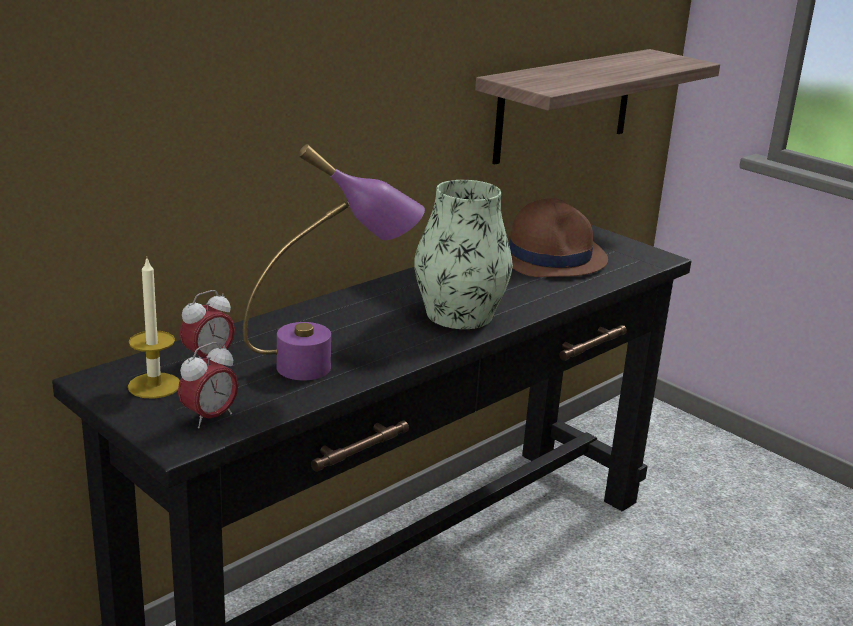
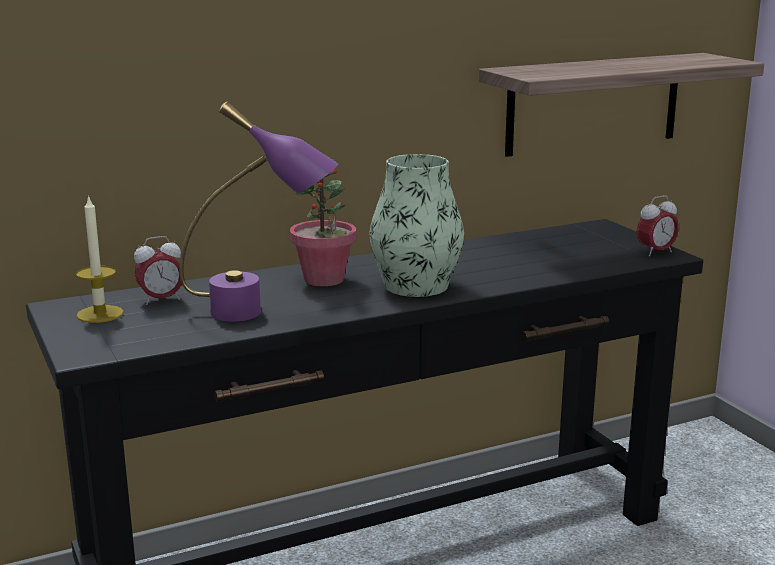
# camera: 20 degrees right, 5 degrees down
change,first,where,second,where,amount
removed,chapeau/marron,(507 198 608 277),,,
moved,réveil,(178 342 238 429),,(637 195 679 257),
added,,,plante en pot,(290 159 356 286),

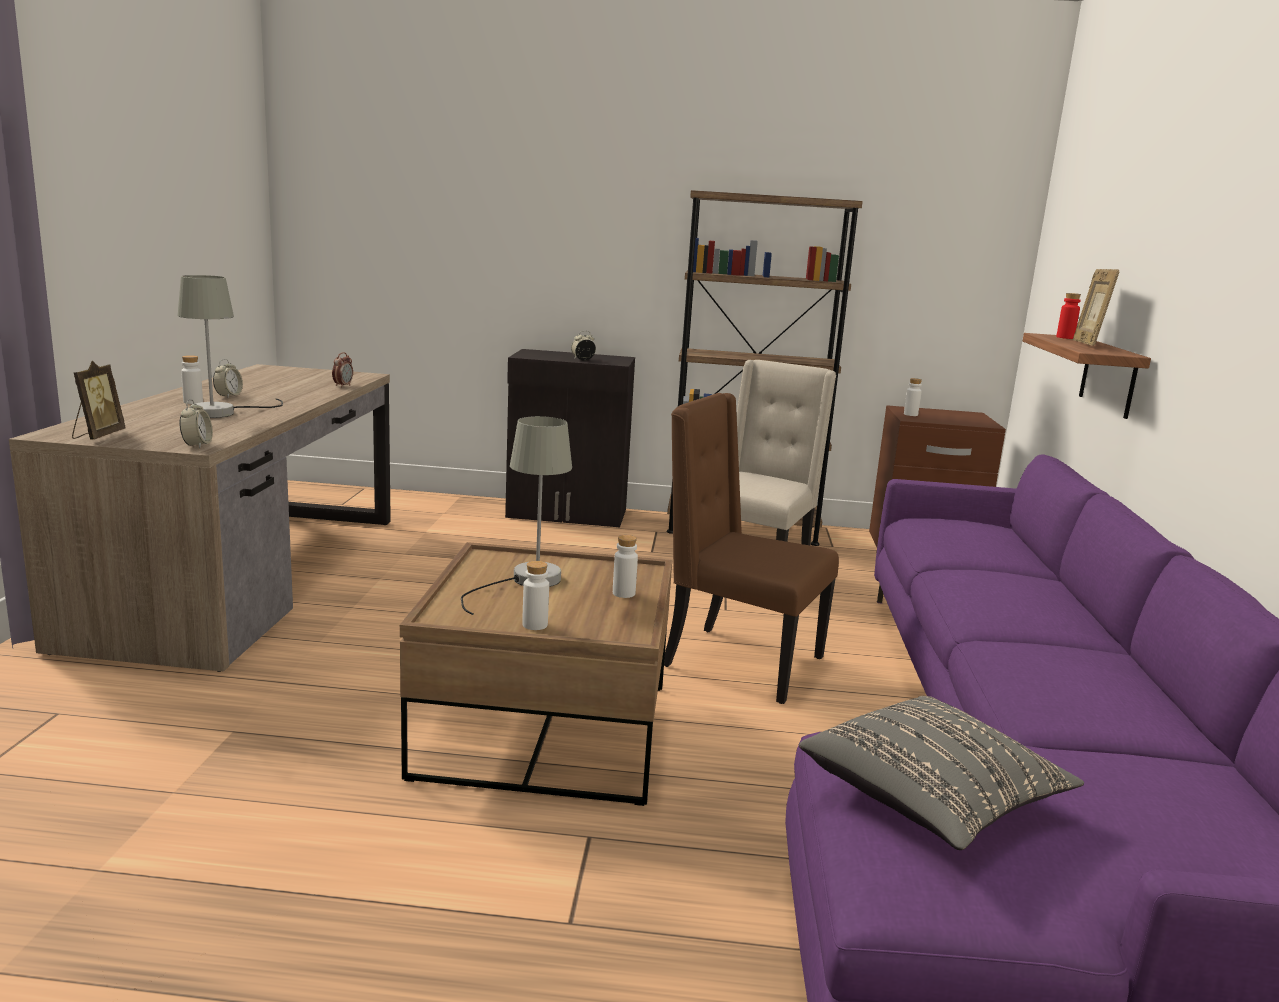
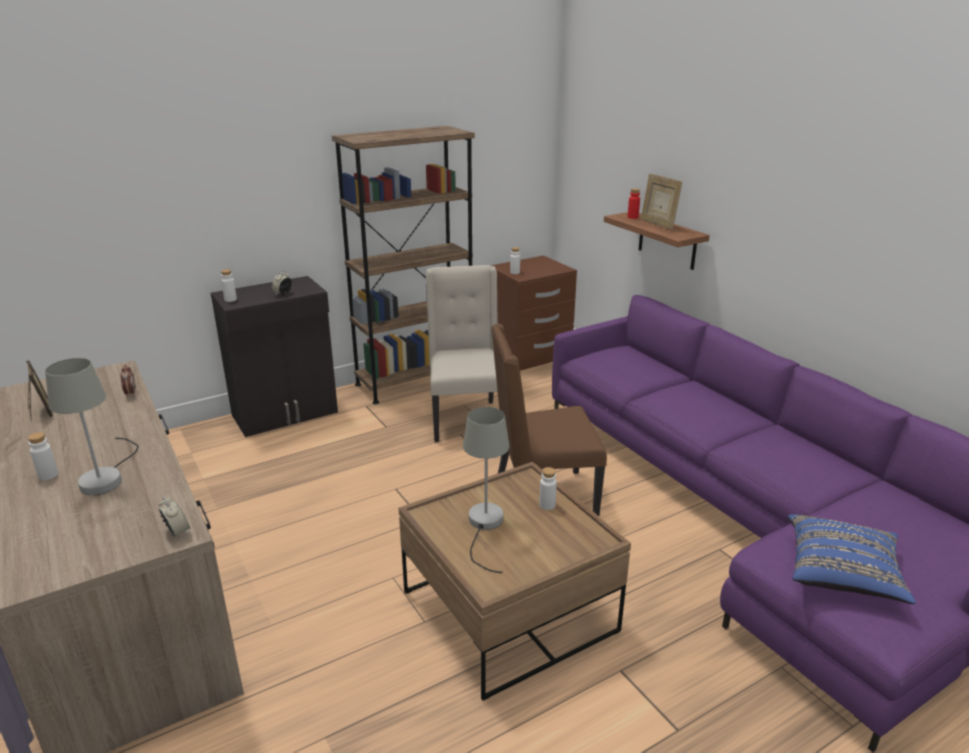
# camera: 35 degrees left, 10 degrees up
change,first,where,second,where,amount
removed,réveil,(213 359 243 398),,,
moved,cadre photo,(72 361 126 440),,(26 360 53 421),
moved,bouteille/blanc,(522 561 549 630),,(221 269 237 302),
recoloured,coussin/gris,(799 696 1084 850),coussin/bleu,(788 514 916 604),

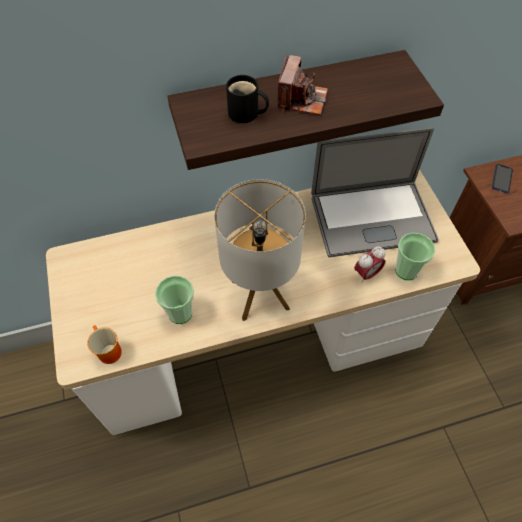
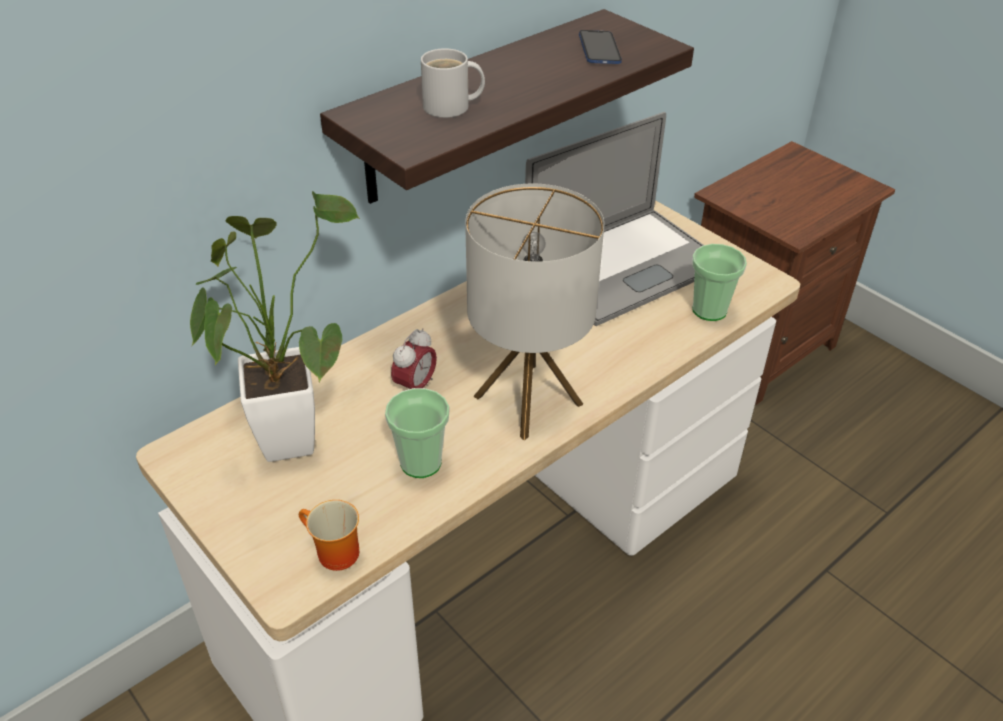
# camera: 25 degrees left, 15 degrees down
change,first,where,second,where,amount
removed,appareil photo,(277 55 328 115),,,
recoloured,mug/noir,(226 75 269 123),mug/blanc,(421 48 485 118),
moved,téléphone,(492 164 513 193),,(579 30 622 64),
moved,réveil,(355 246 386 283),,(391 328 437 389),
added,,,plante en pot,(190 191 360 462),

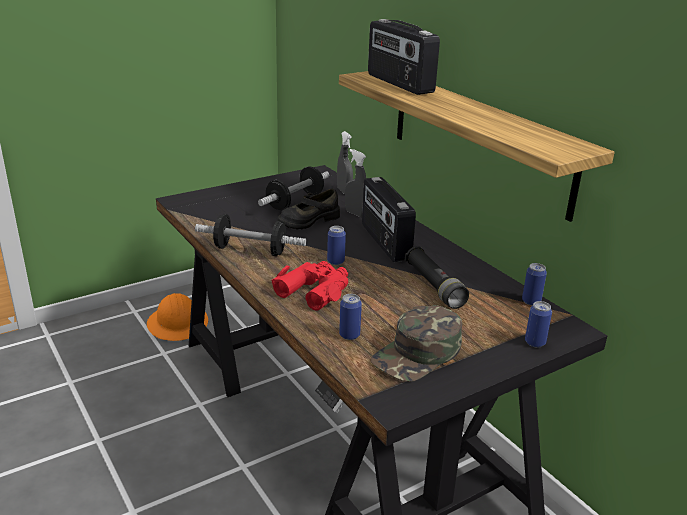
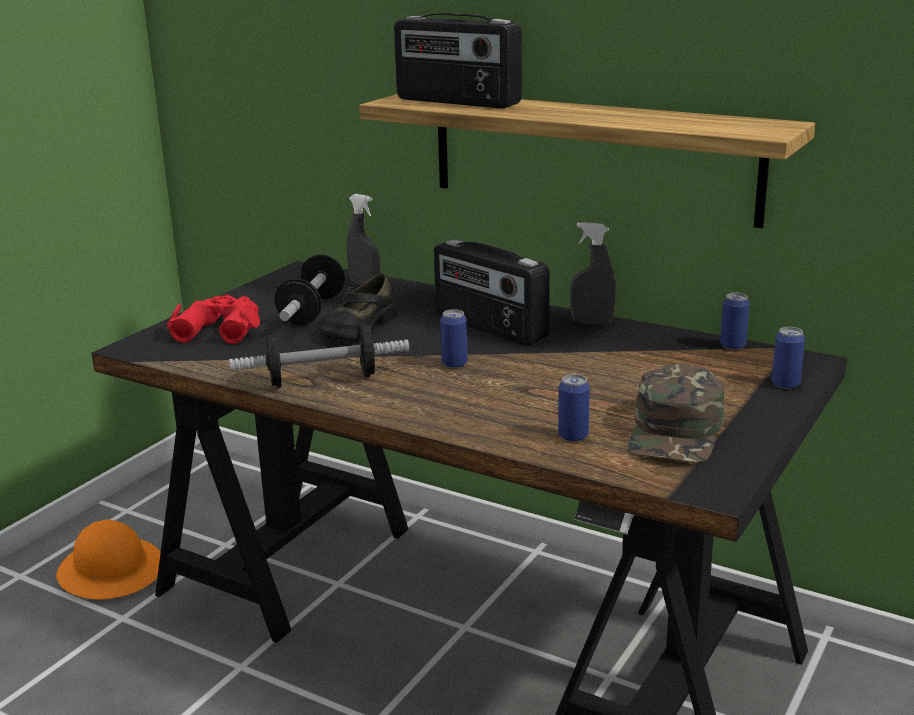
# camera: 25 degrees left, 5 degrees down
change,first,where,second,where,amount
moved,vaporisateur/gris,(345 149 366 217),,(570 222 616 325),
removed,lampe de poche/noir,(405 246 469 309),,,
moved,jumelles/rouge,(271 261 348 311),,(166 295 260 344),

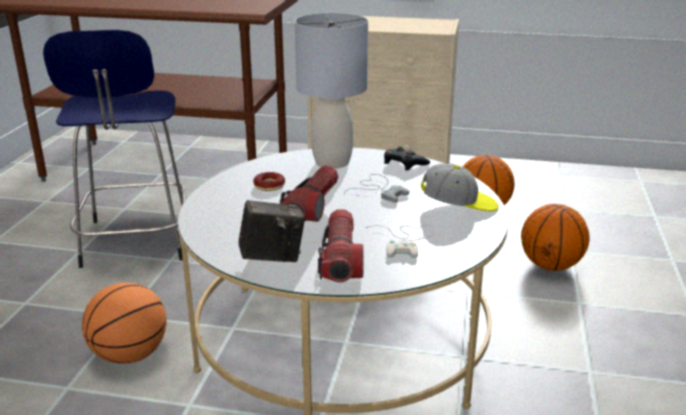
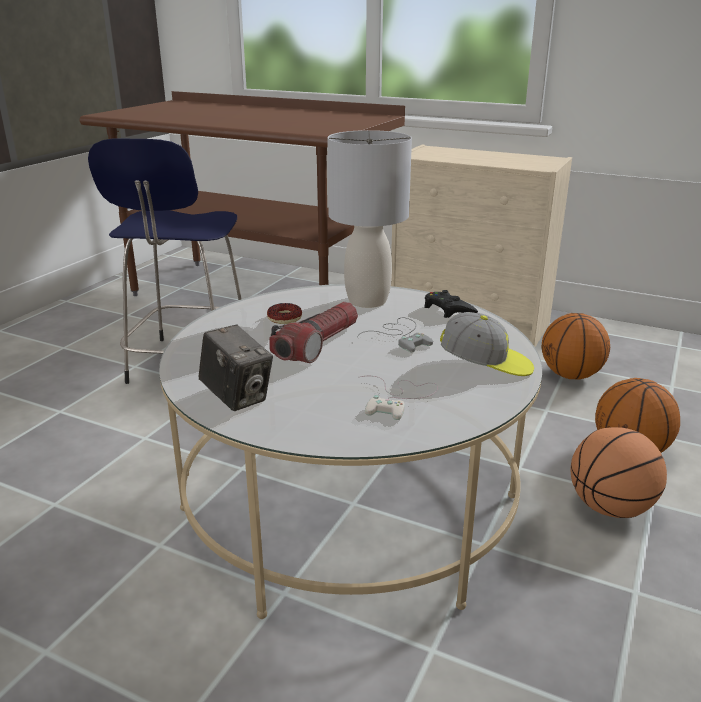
# camera: 15 degrees right, 0 degrees up
change,first,where,second,where,amount
turned,appareil photo,(239 200 305 262),,(199 324 273 411),45 degrees clockwise
removed,lampe de poche,(318 209 364 282),,,
moved,ballon de basket,(82 283 167 364),,(571 427 667 518),

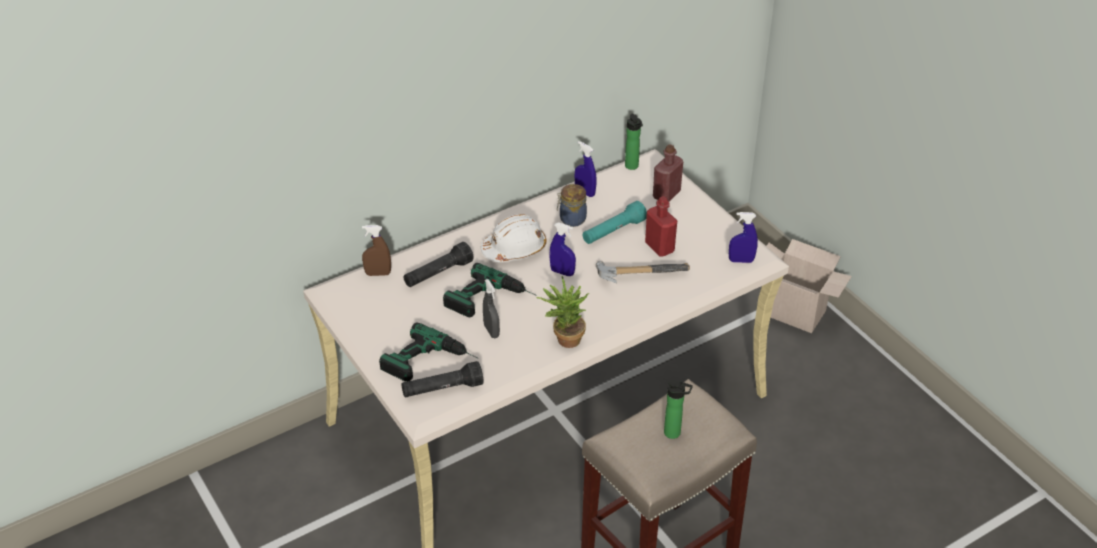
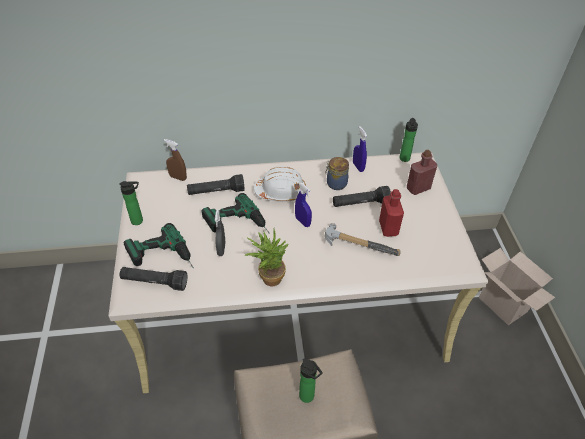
# camera: 25 degrees right, 5 degrees up
change,first,where,second,where,amount
recoloured,lampe de poche/turquoise,(583 201 647 244),lampe de poche/noir,(333 186 391 207),
removed,vaporisateur/bleu,(729 212 758 263),,,
added,,,bouteille,(119 181 143 225),

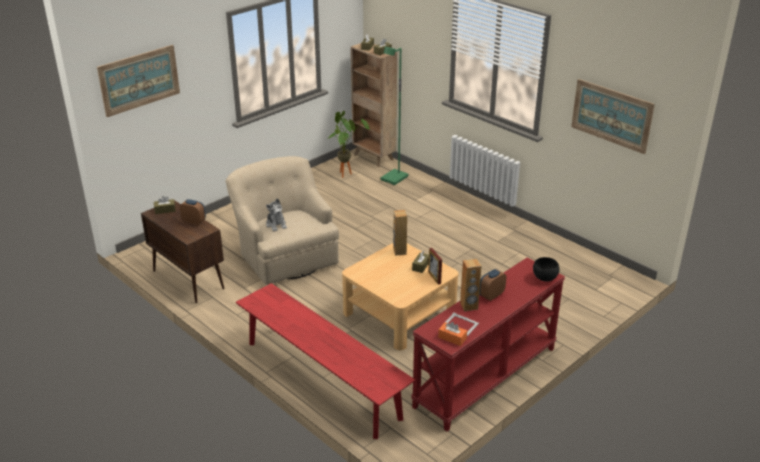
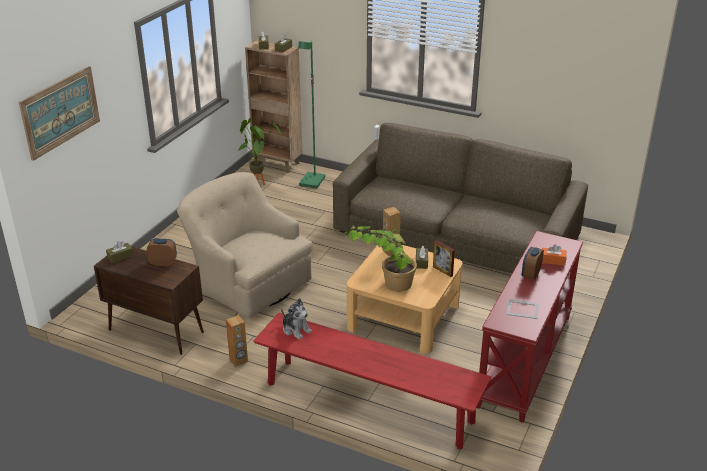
# camera: 20 degrees left, 0 degrees up
change,first,where,second,where,amount
removed,tableau,(571 79 655 154),,,
moved,peluche,(266 198 287 231),,(281 298 312 340),
removed,bol/noir,(533 257 559 282),,,
moved,enceinte/marron,(460 258 481 311),,(226 315 248 367),
moved,boîte à mouchoirs/orange,(438 322 467 346),,(542 244 567 266),
added,,,canapé/marron,(333 123 588 273),
added,,,plante en pot,(346 226 417 291),

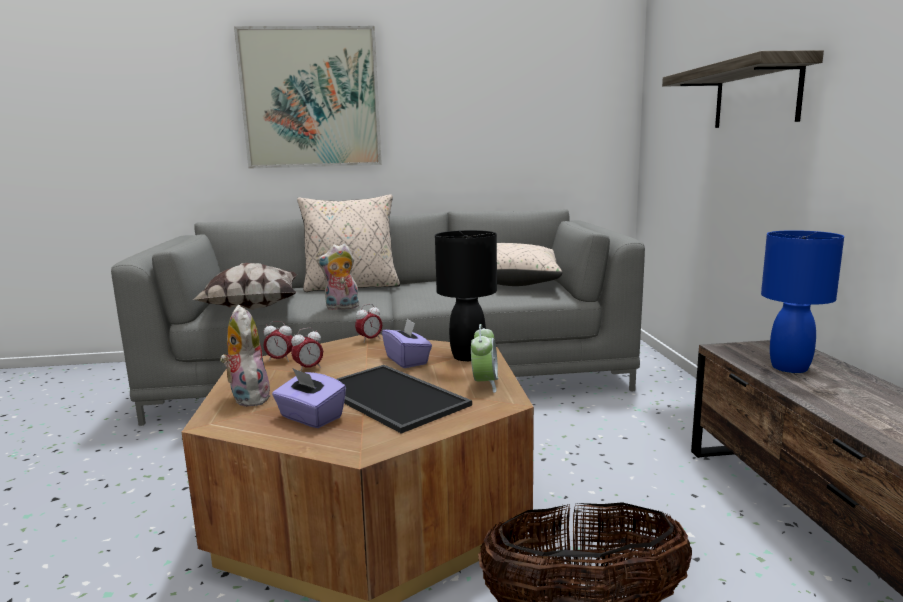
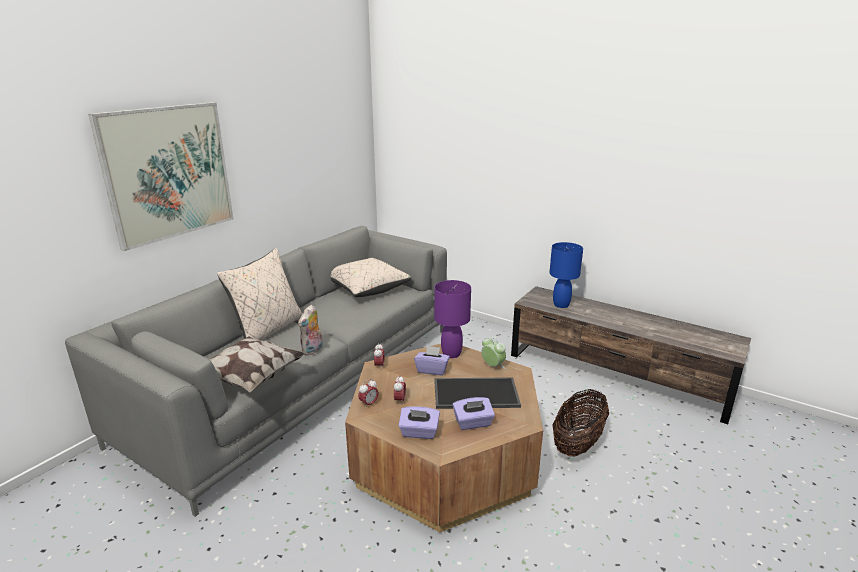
# camera: 50 degrees left, 10 degrees up
change,first,where,second,where,amount
removed,étagère,(662 50 824 128),,,
recoloured,lampe de table/noir,(435 230 497 361),lampe de table/violet,(434 280 471 358),
replaced,peluche,(220 305 271 407),boîte à mouchoirs/violet,(398 406 440 439),

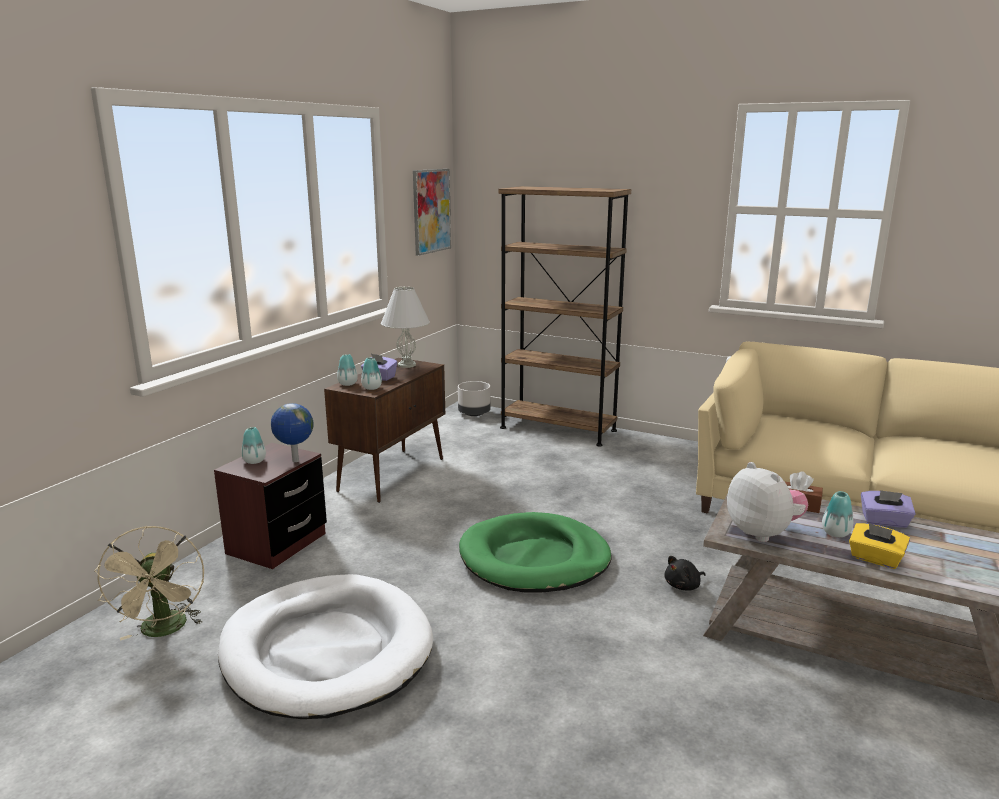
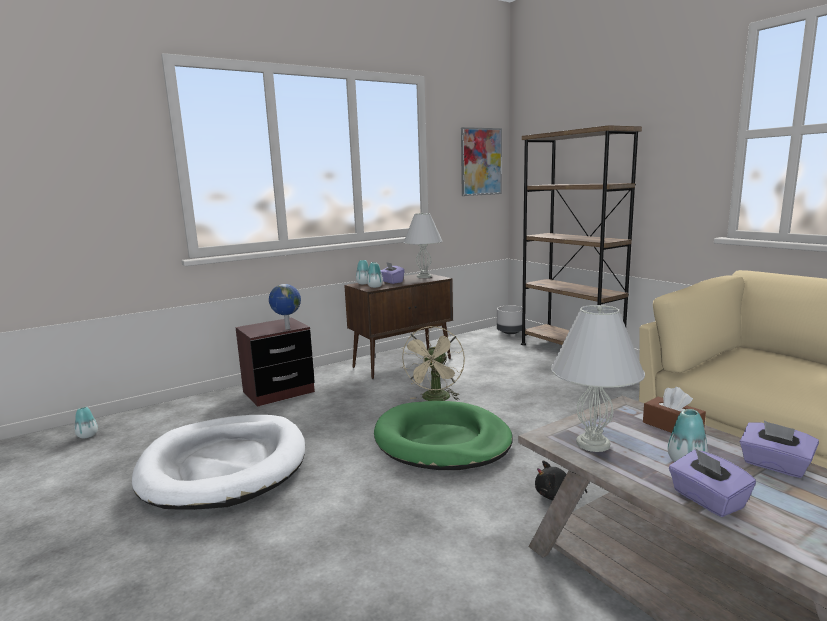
# camera: 30 degrees right, 5 degrees down
change,first,where,second,where,amount
moved,vase,(241 427 266 464),,(74 407 98 438),
replaced,peluche,(727 462 808 542),lampe de table/blanc,(551 305 645 452),
recoloured,boîte à mouchoirs/jaune,(849 523 910 569),boîte à mouchoirs/violet,(669 448 756 517),
moved,ventilateur/beige,(94 526 204 641),,(401 326 465 401),

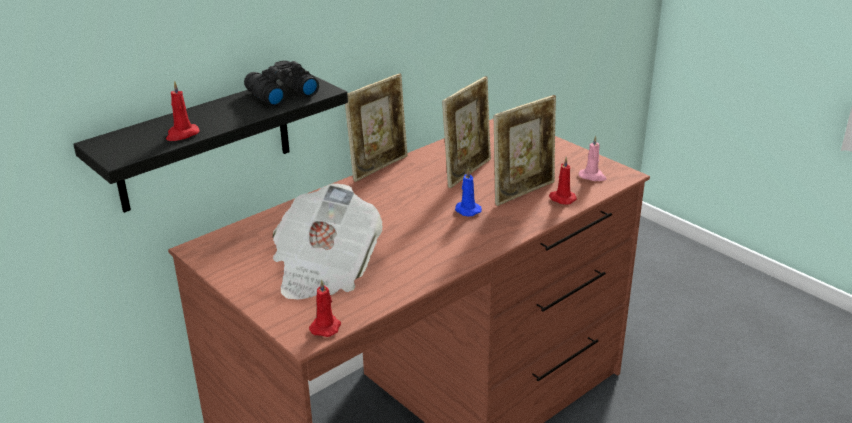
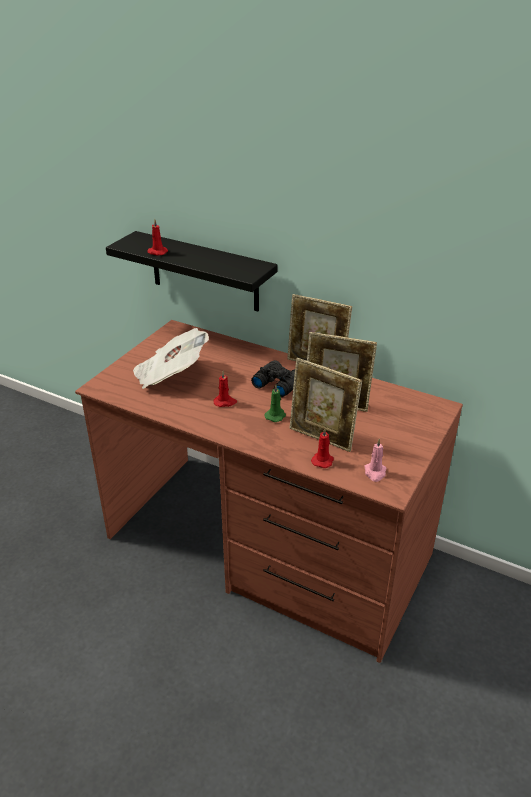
# camera: 70 degrees right, 5 degrees up
change,first,where,second,where,amount
moved,jumelles/noir,(244 60 319 106),,(251 360 295 397),
recoloured,bougie/bleu,(455 168 482 216),bougie/vert,(264 385 286 422),
moved,bougie/rouge,(309 279 341 337),,(214 371 237 407),

